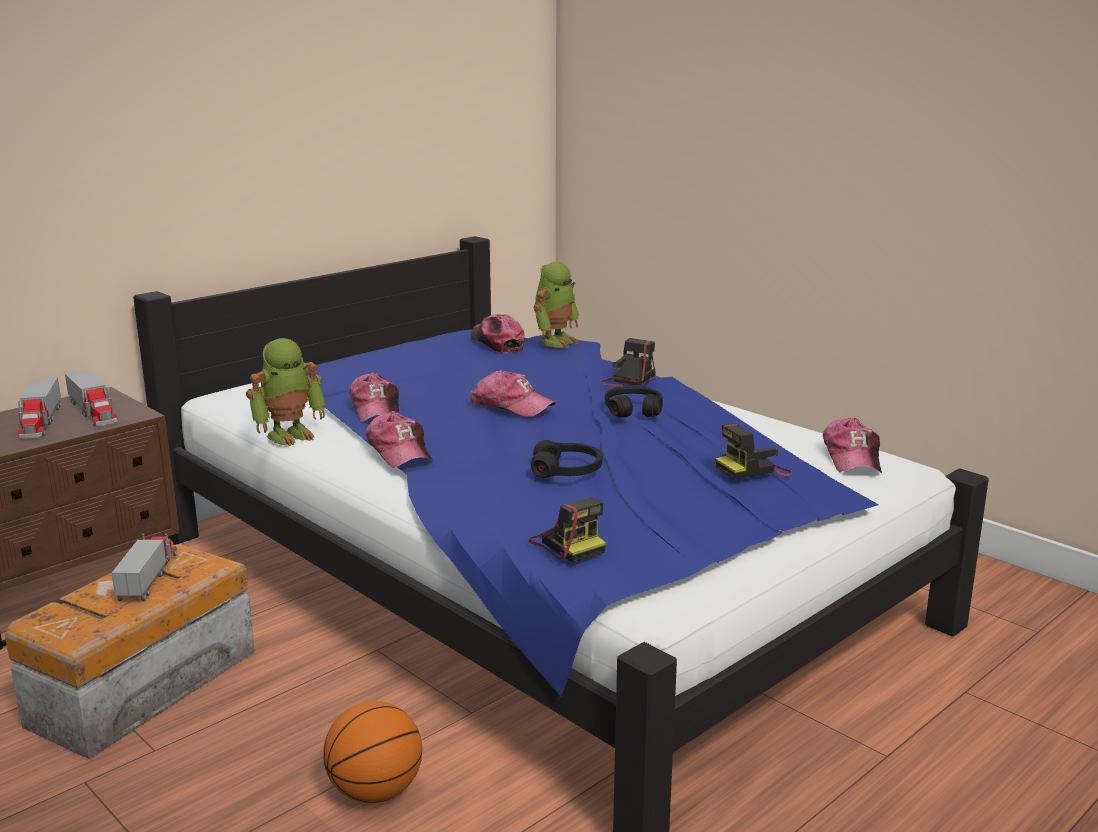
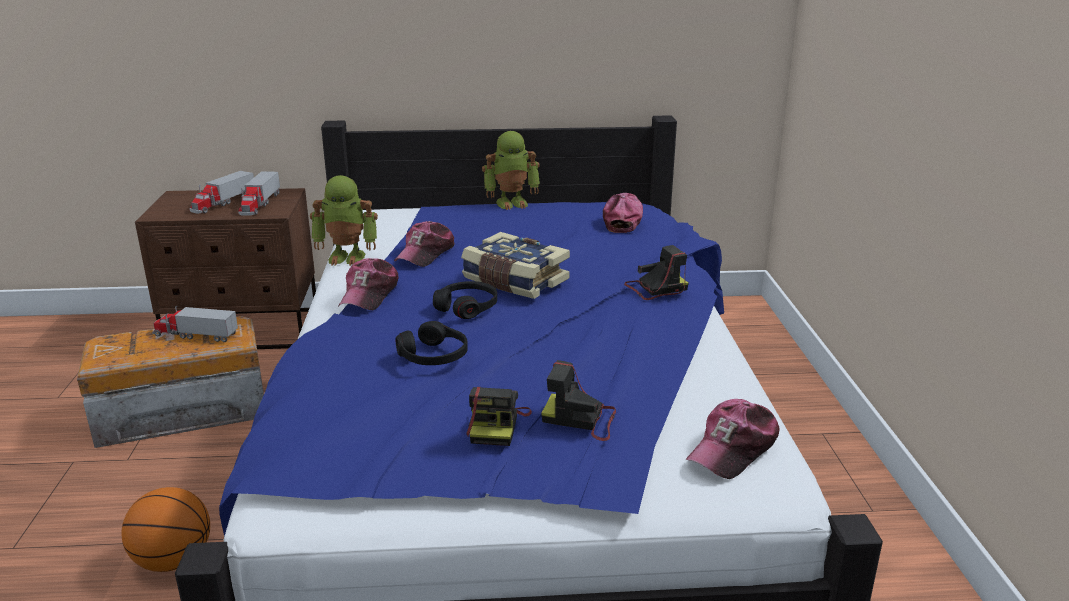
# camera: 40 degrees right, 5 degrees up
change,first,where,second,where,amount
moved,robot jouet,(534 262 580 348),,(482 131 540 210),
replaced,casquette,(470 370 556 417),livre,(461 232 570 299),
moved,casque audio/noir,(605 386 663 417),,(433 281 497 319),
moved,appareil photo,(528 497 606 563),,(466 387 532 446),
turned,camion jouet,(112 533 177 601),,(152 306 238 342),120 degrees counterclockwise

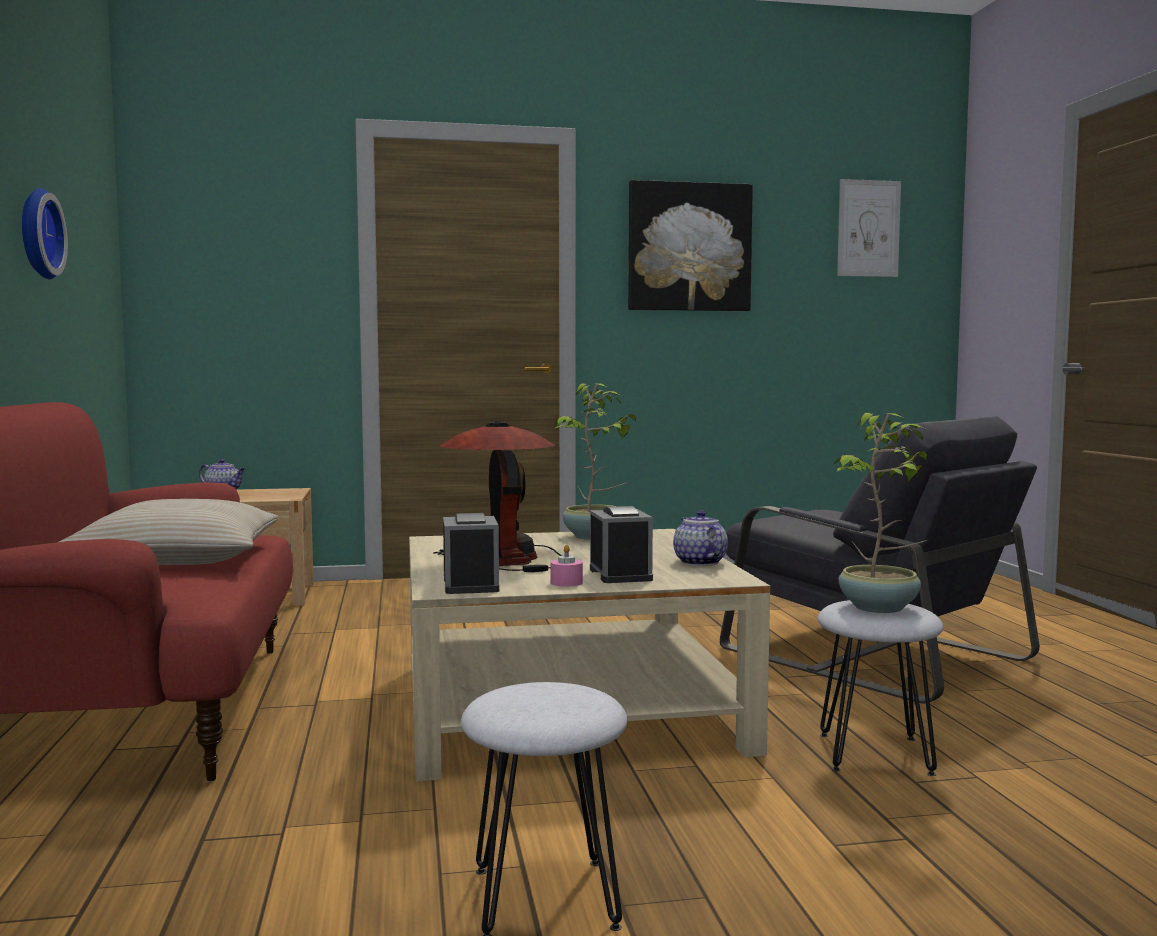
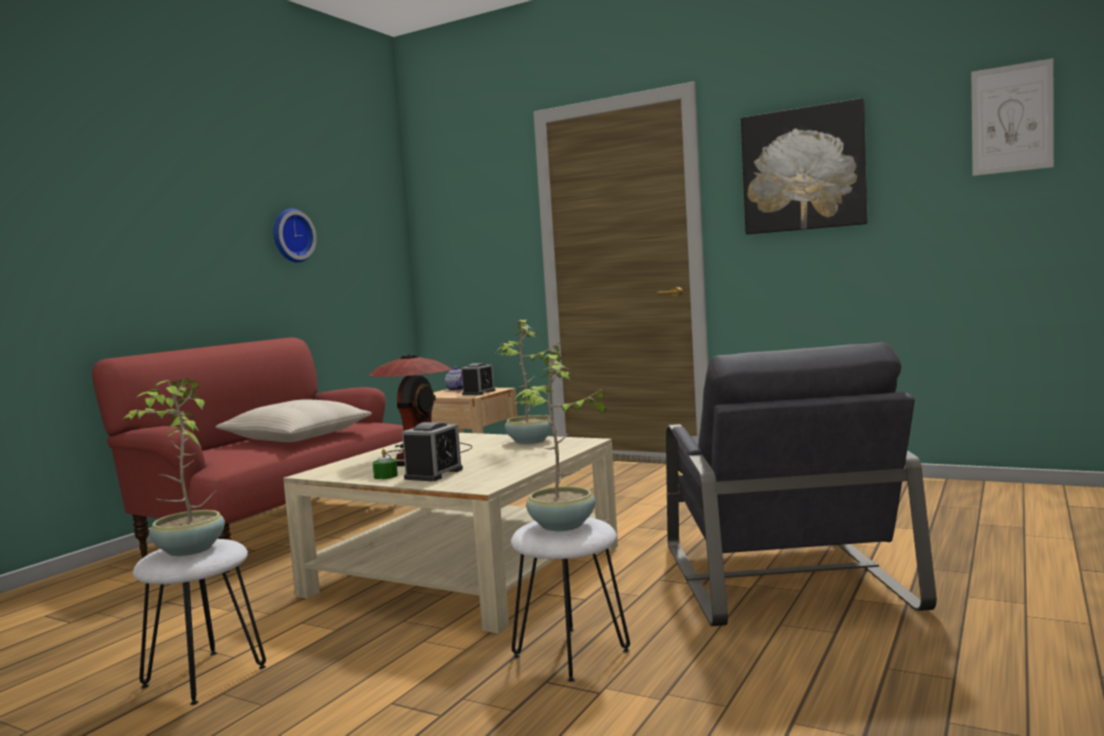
# camera: 40 degrees right, 0 degrees up
change,first,where,second,where,amount
removed,théière,(673 510 728 566),,,
moved,réveil,(443 513 499 594),,(461 363 495 395),
recoloured,bougie/rose,(551 545 583 587),bougie/vert,(373 449 398 479),
added,,,plante en pot,(123 378 225 556),

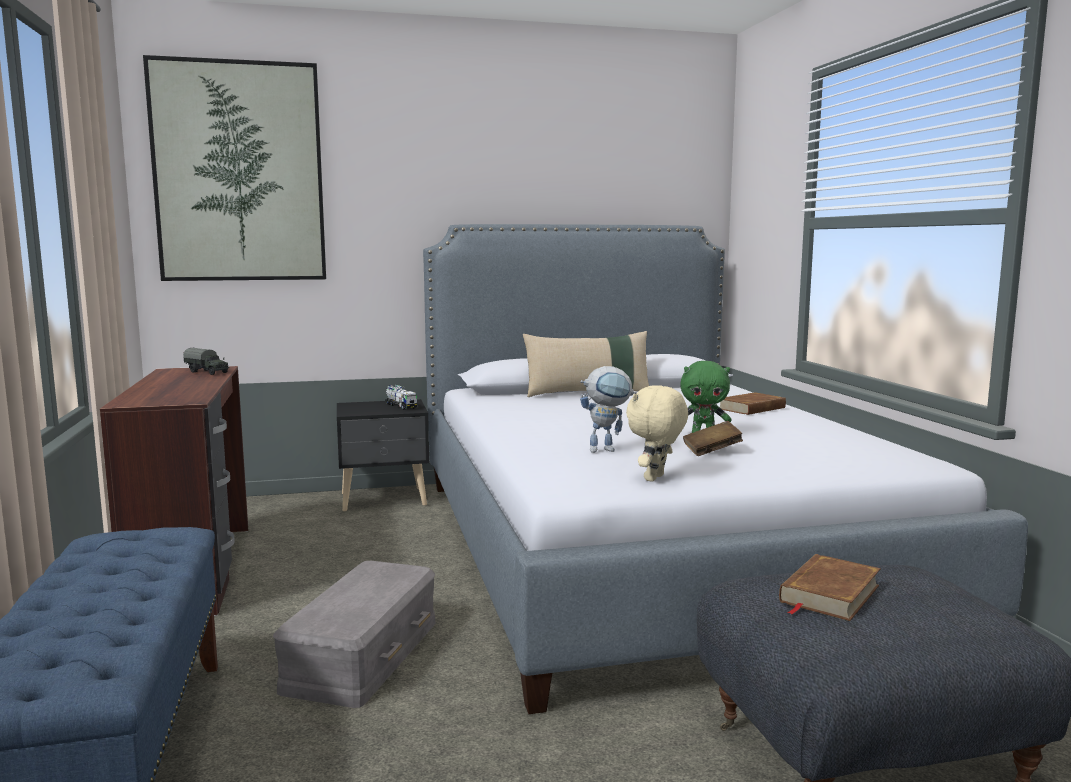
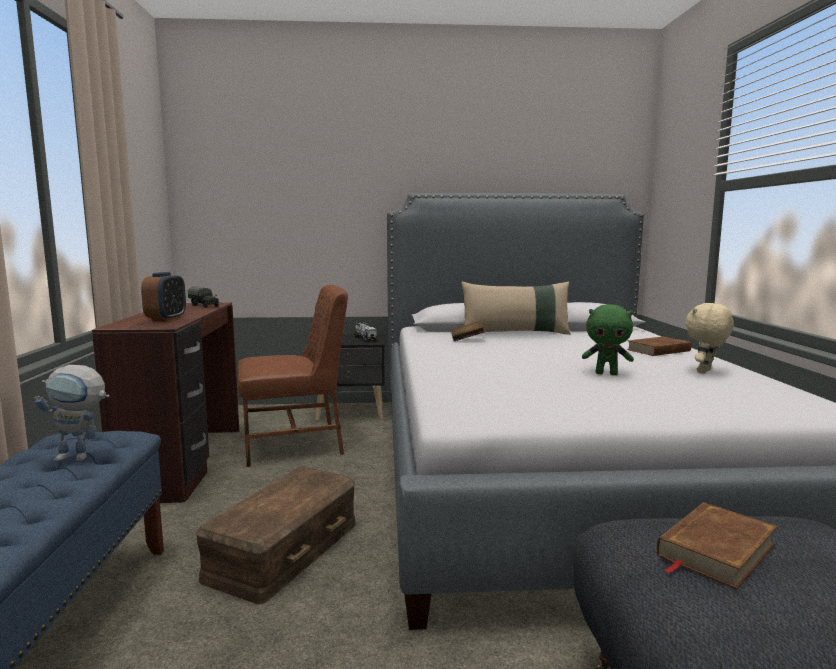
# camera: 10 degrees right, 0 degrees up
change,first,where,second,where,amount
removed,tableau,(143 55 326 281),,,
moved,robot jouet,(580 366 637 453),,(35 365 110 462),
moved,peluche/beige,(626 385 688 482),,(686 303 734 374),
moved,livre/marron,(683 421 743 456),,(450 321 485 341),
recoloured,boîte de rangement/gris,(273 561 436 708),boîte de rangement/marron,(195 467 356 604),
added,,,réveil,(141 272 186 321),
added,,,chaise/marron,(237 285 348 467),

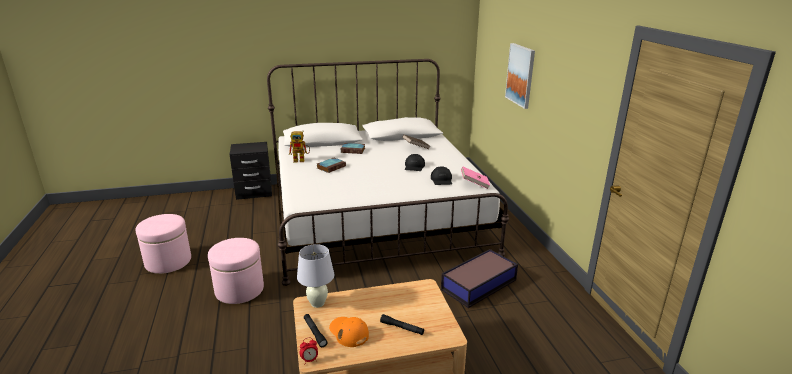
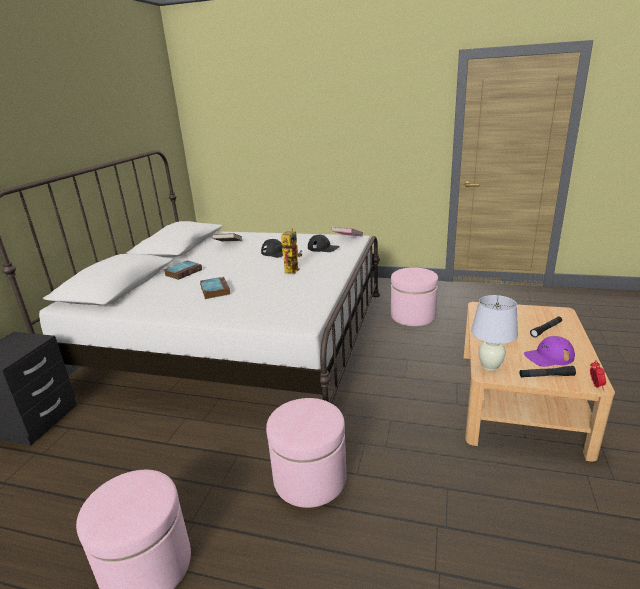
# camera: 60 degrees left, 0 degrees up
change,first,where,second,where,amount
removed,tableau,(505 43 535 109),,,
moved,robot jouet,(289 130 310 163),,(281 228 302 274),
replaced,boîte de rangement,(441 249 518 308),pouf/rose,(391 267 438 326),
recoloured,casquette/orange,(329 317 369 347),casquette/violet,(524 336 575 367),

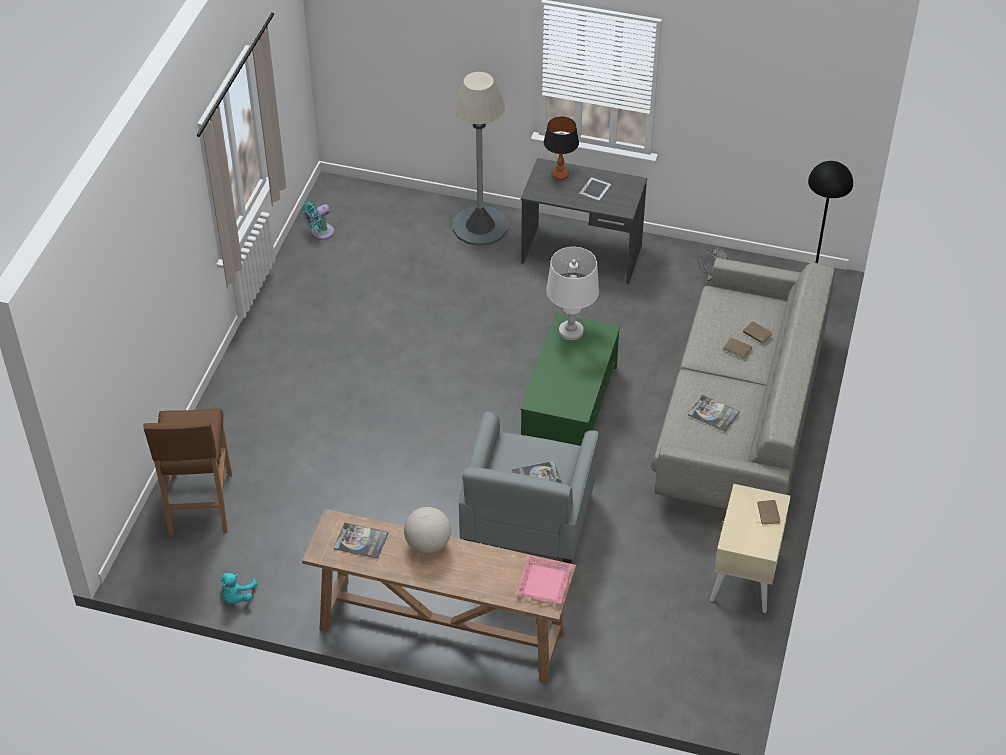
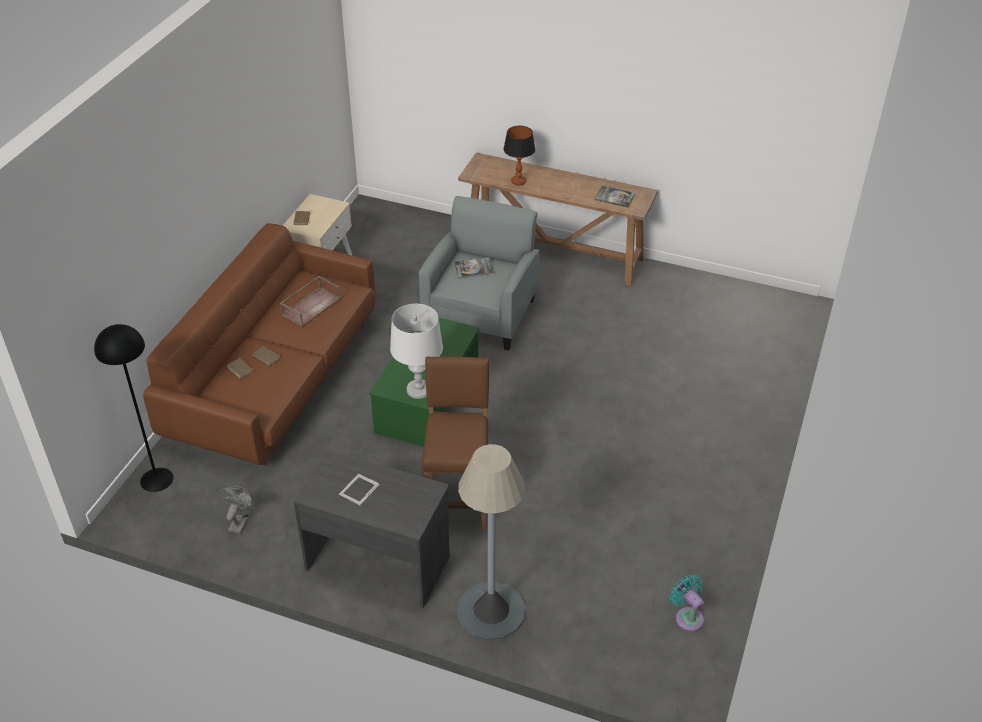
# camera: 175 degrees left, 5 degrees down
change,first,where,second,where,amount
moved,lampe de table,(544 117 579 180),,(503 126 535 185),
turned,ventilateur/turquoise,(302 201 334 240),,(669 575 704 631),90 degrees counterclockwise
recoloured,canapé/gris,(651 258 835 509),canapé/marron,(143 223 376 466),
replaced,livre,(688 395 740 432),plateau/marron,(280 276 341 327),
moved,tabouret/marron,(143 408 232 536),,(422 357 489 530),
removed,globe,(404 507 451 554),,,
removed,plateau/rose,(516 555 573 604),,,
removed,peluche/turquoise,(220 573 258 604),,,

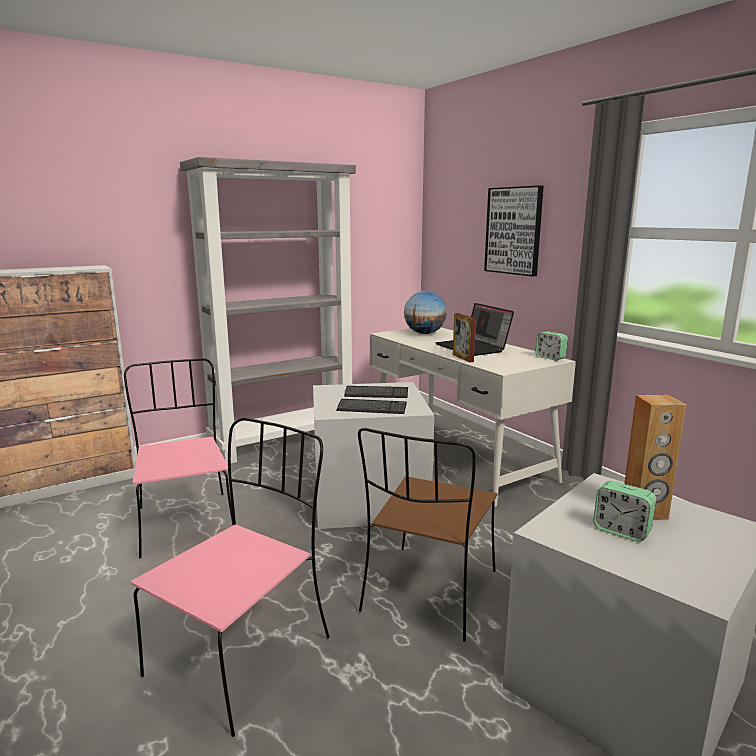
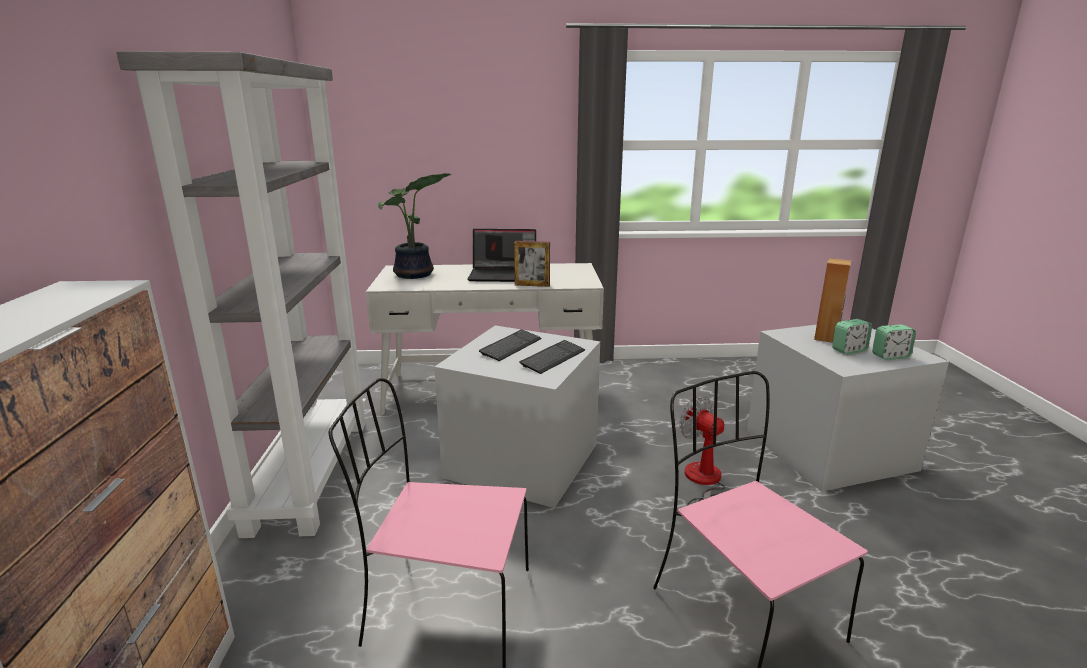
# camera: 60 degrees left, 5 degrees up
change,first,where,second,where,amount
removed,tableau,(484 185 544 277),,,
replaced,globe,(404 291 447 334),plante en pot,(378 173 451 279),
moved,réveil,(535 331 568 361),,(872 324 916 360),
replaced,chaise/marron,(358 428 497 642),ventilateur,(679 396 725 506),

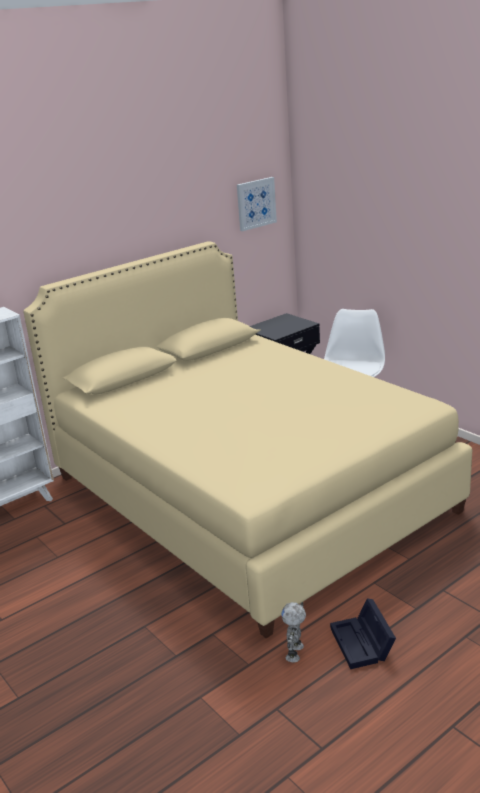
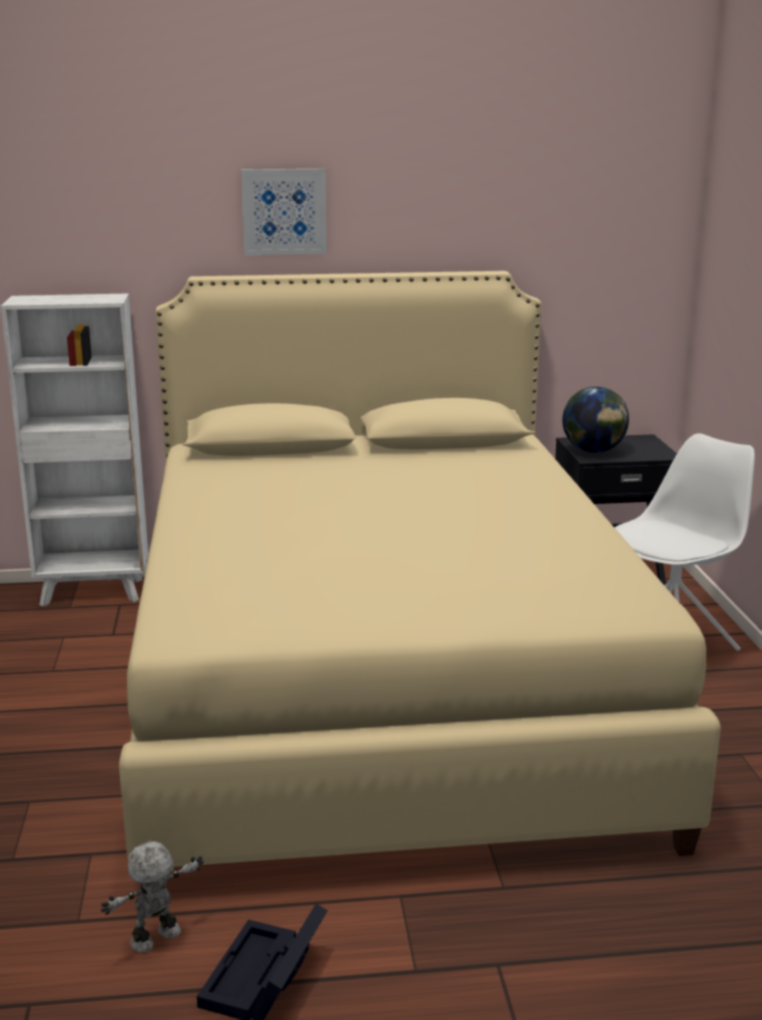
# camera: 30 degrees right, 5 degrees down
change,first,where,second,where,amount
moved,tableau,(237 177 277 231),,(241 169 327 255),
added,,,globe,(562 387 629 453),

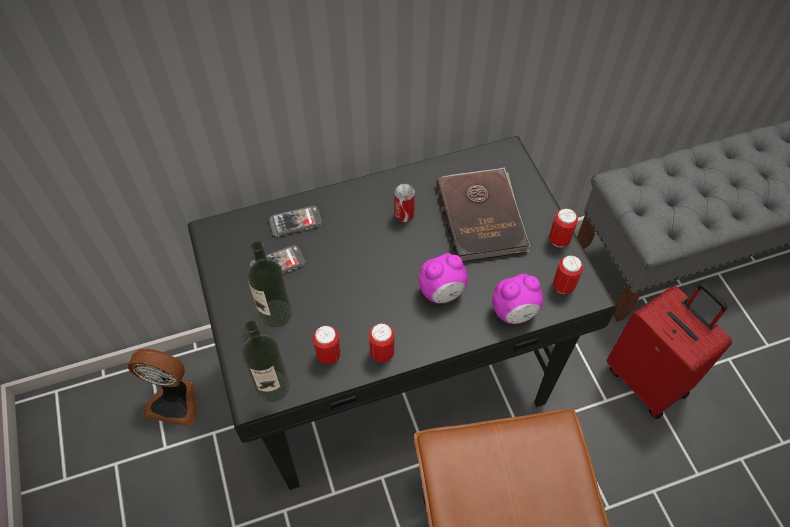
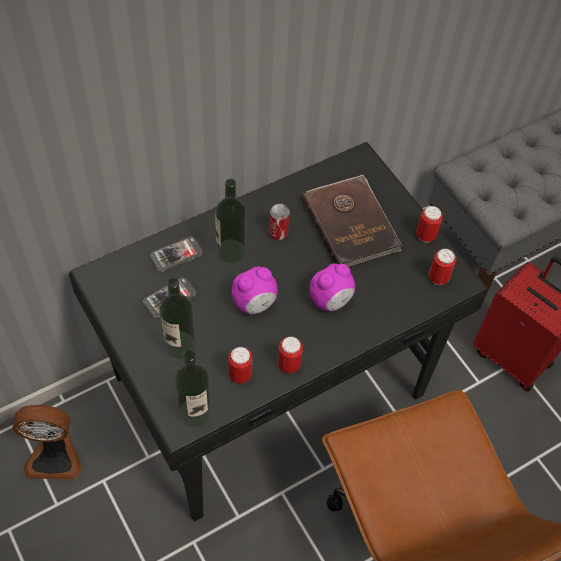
# camera: 15 degrees left, 0 degrees up
change,first,where,second,where,amount
moved,réveil,(492 274 543 324),,(231 266 278 314),
added,,,bouteille,(215 179 247 263),

